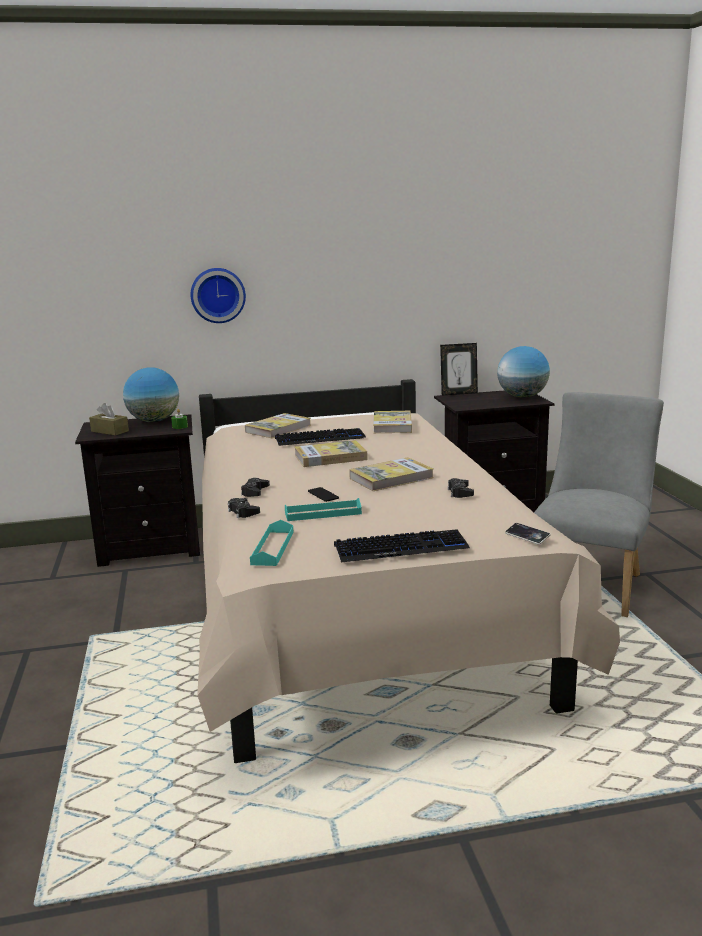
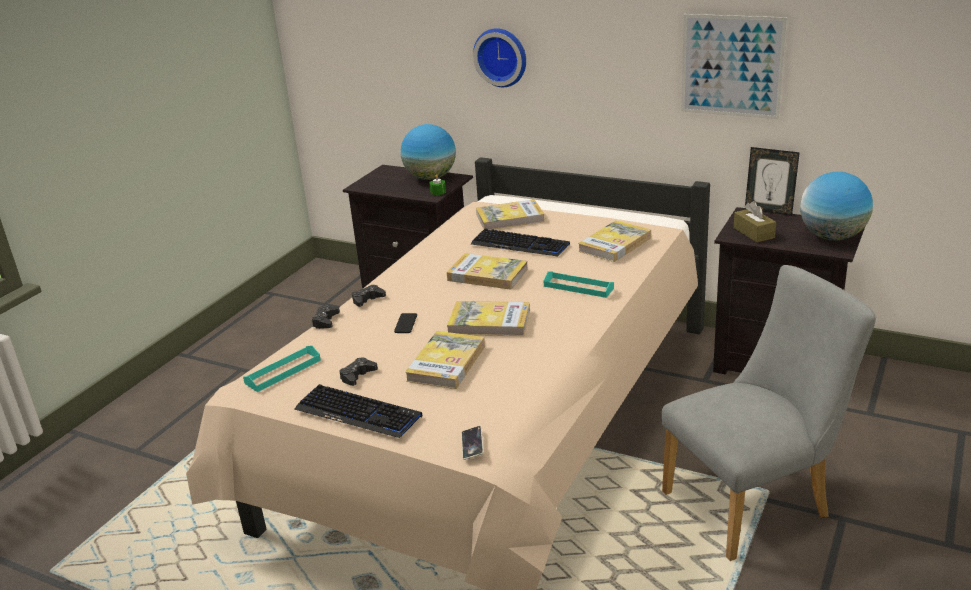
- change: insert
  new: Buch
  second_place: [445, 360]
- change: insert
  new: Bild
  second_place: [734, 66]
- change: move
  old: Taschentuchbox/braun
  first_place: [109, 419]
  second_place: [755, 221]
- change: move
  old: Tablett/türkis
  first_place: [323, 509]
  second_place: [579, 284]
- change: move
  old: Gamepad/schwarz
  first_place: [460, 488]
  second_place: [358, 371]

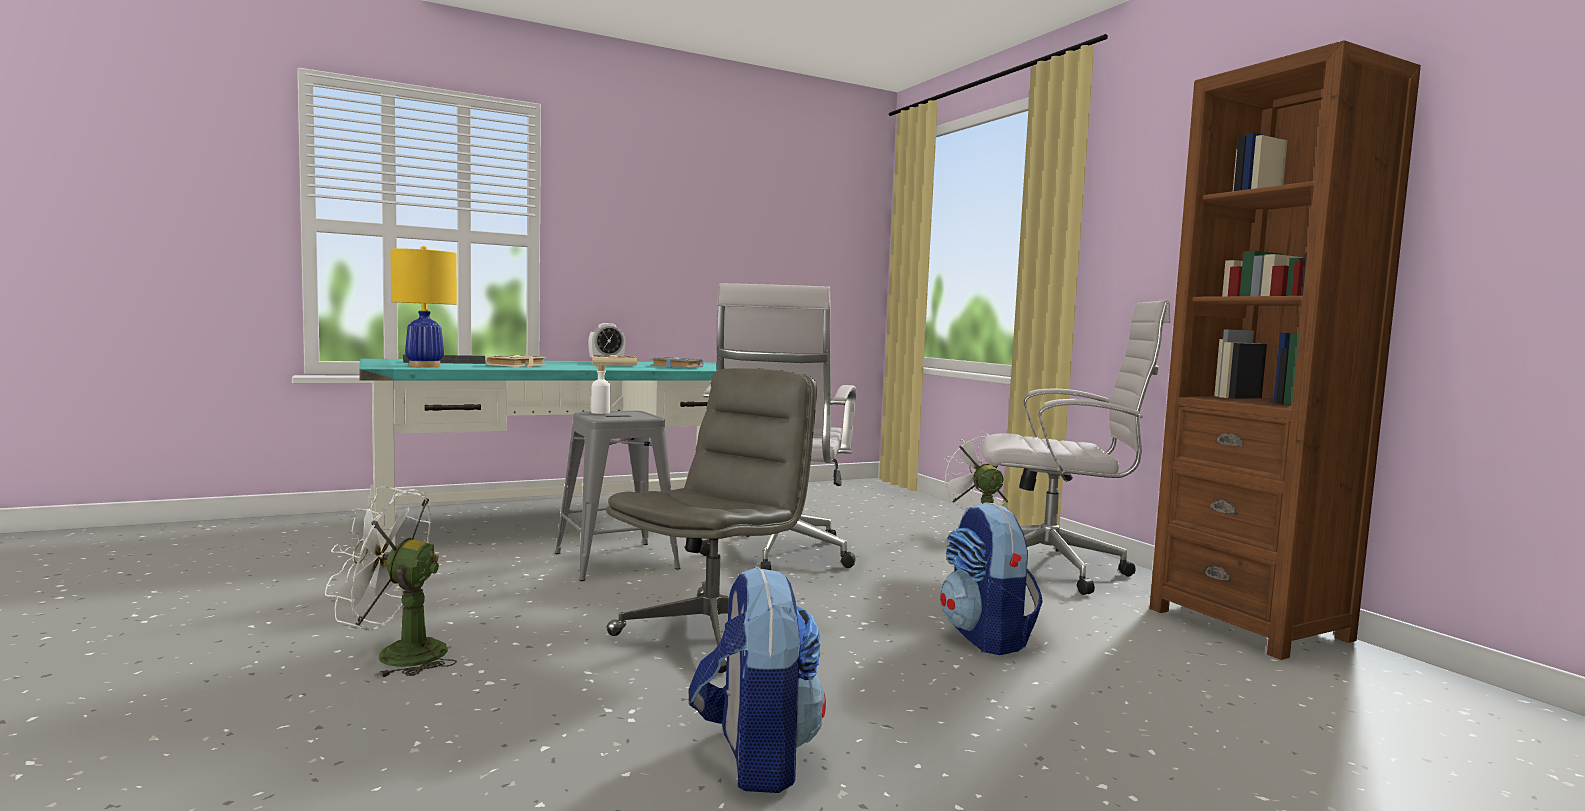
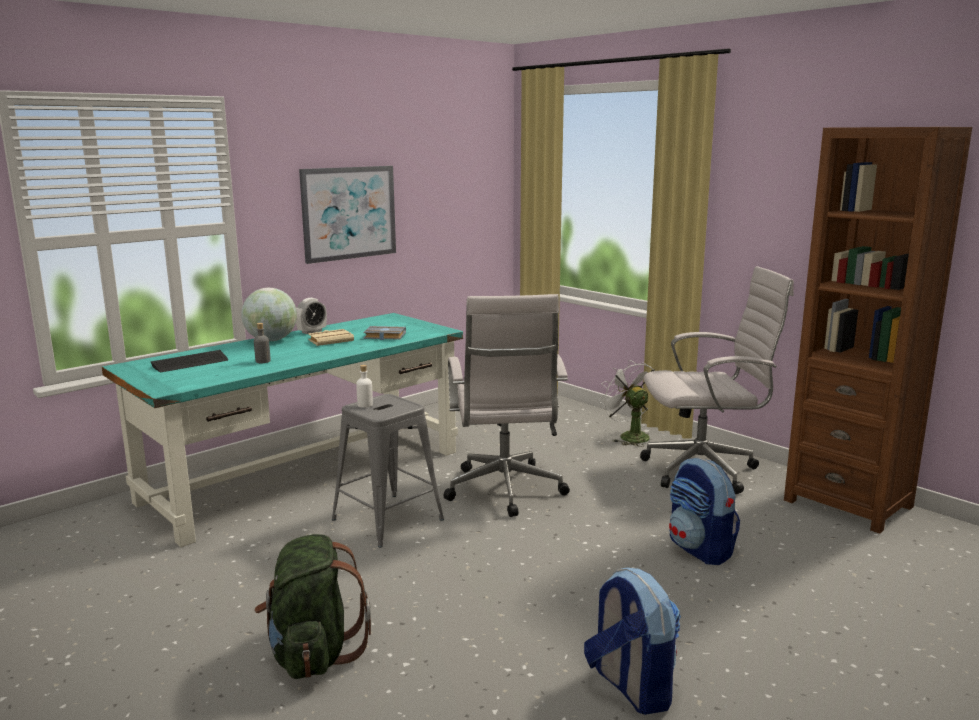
- change: delete
  old: Tischlampe/gelb
  first_place: [423, 306]
- change: delete
  old: Bürostuhl/grau
  first_place: [711, 520]
- change: insert
  new: Globus
  second_place: [269, 314]
- change: insert
  new: Bild
  second_place: [347, 215]
- change: replace
  old: Ventilator/weiß
  new: Rucksack/grün
  first_place: [391, 582]
  second_place: [313, 606]
- change: replace
  old: Buch/beige
  new: Flasche/grau
  first_place: [516, 361]
  second_place: [262, 343]

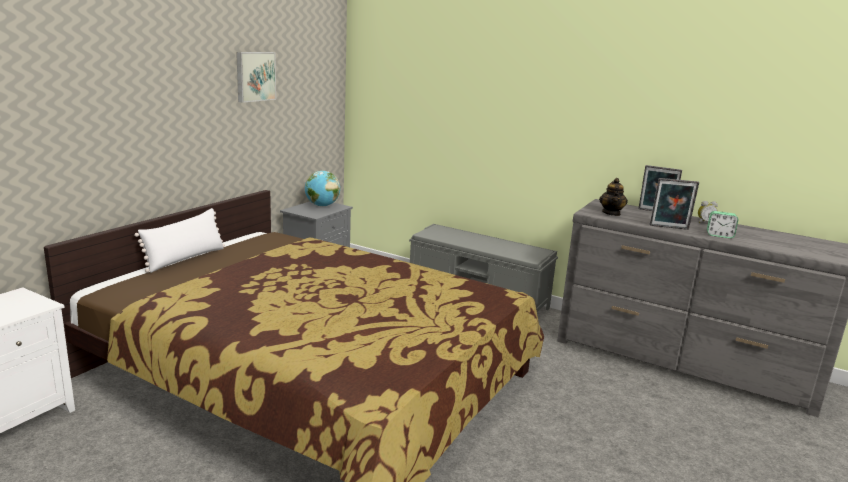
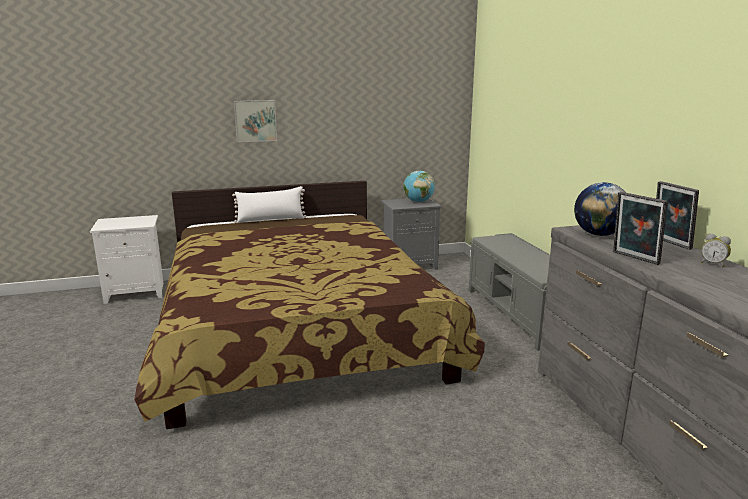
- change: delete
  old: Wecker
  first_place: [723, 224]
- change: move
  old: Bild
  first_place: [256, 77]
  second_place: [255, 121]
- change: replace
  old: Teekanne
  new: Globus
  first_place: [613, 197]
  second_place: [600, 209]

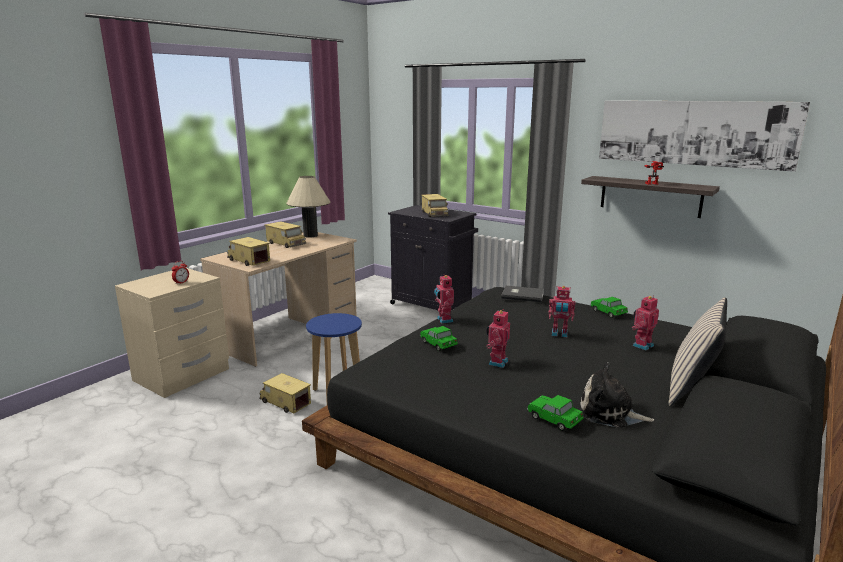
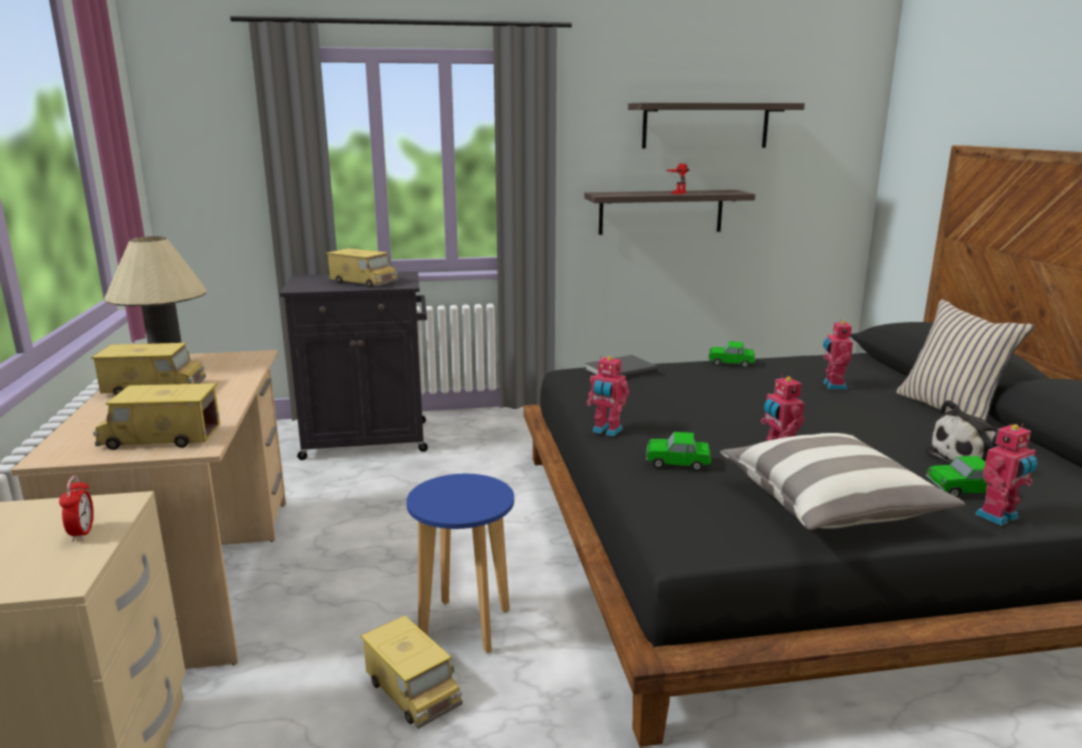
- change: insert
  new: Kissen
  second_place: [843, 481]
- change: move
  old: Spielzeugroboter
  first_place: [562, 311]
  second_place: [1006, 475]
- change: replace
  old: Bild
  new: Wandregal
  first_place: [704, 136]
  second_place: [716, 126]
- change: rotate
  old: Spielzeuglaster
  first_place: [285, 393]
  second_place: [412, 672]
  degrees: -120

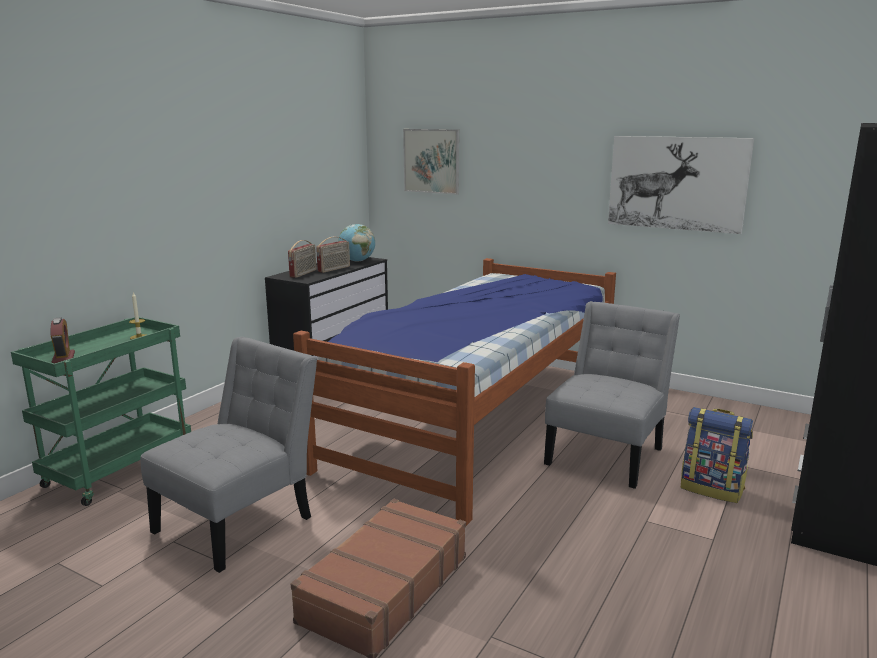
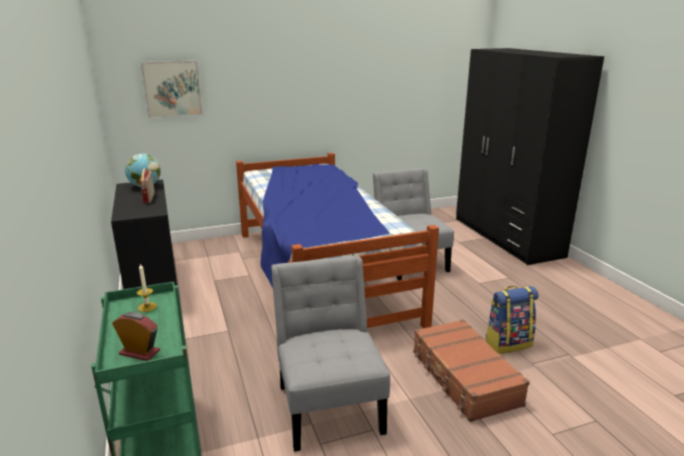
- change: delete
  old: Radio
  first_place: [302, 259]
- change: delete
  old: Bild
  first_place: [681, 185]
- change: move
  old: Rucksack
  first_place: [717, 455]
  second_place: [511, 320]

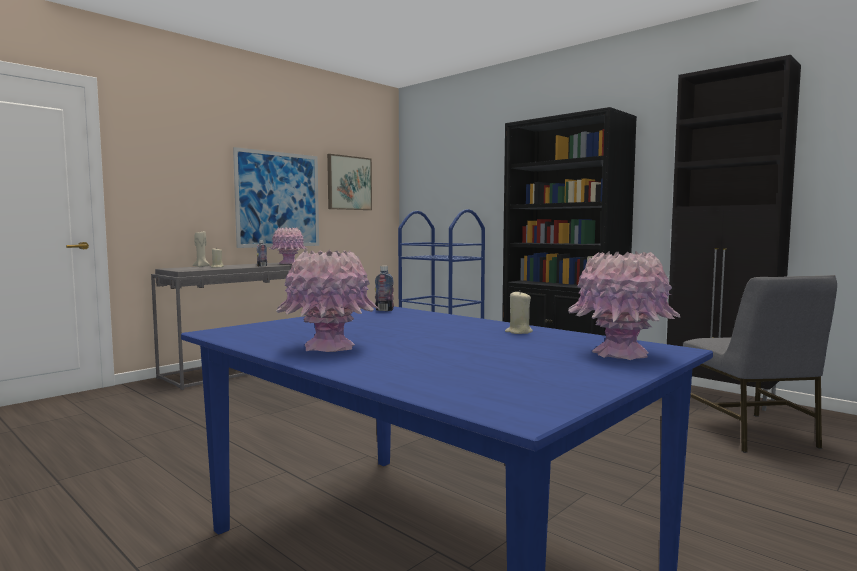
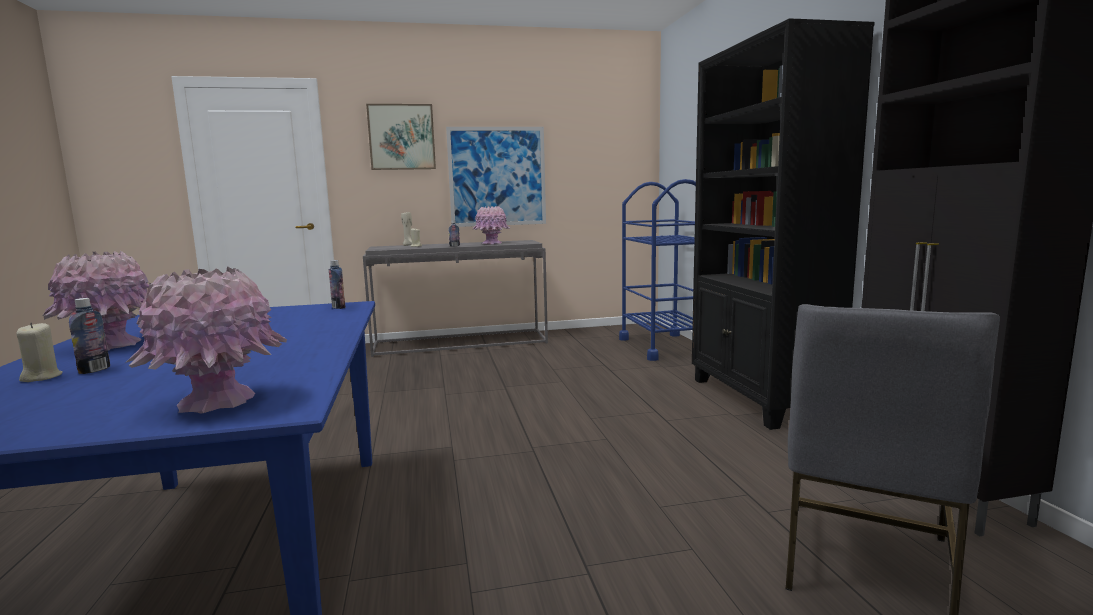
- change: insert
  new: Flasche
  second_place: [89, 336]
- change: move
  old: Bild
  first_place: [349, 182]
  second_place: [401, 137]
- change: move
  old: Kerze/beige
  first_place: [519, 312]
  second_place: [39, 352]

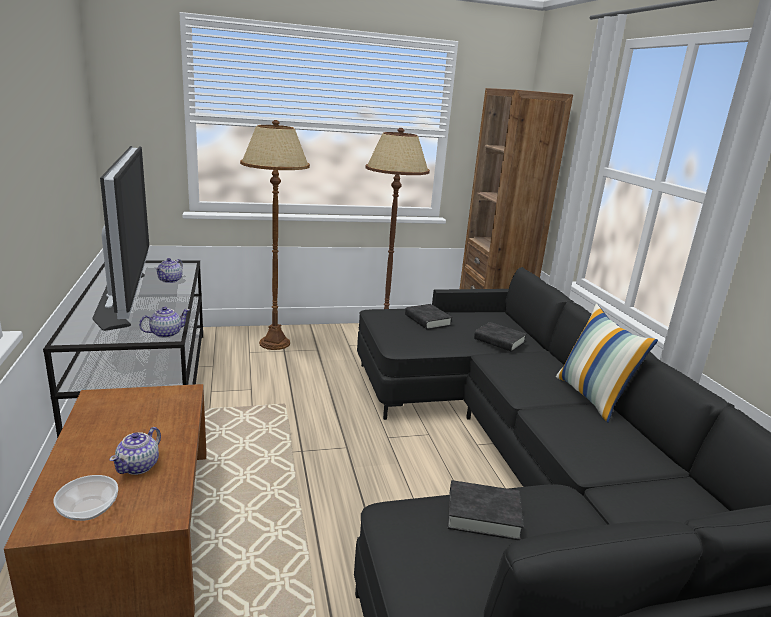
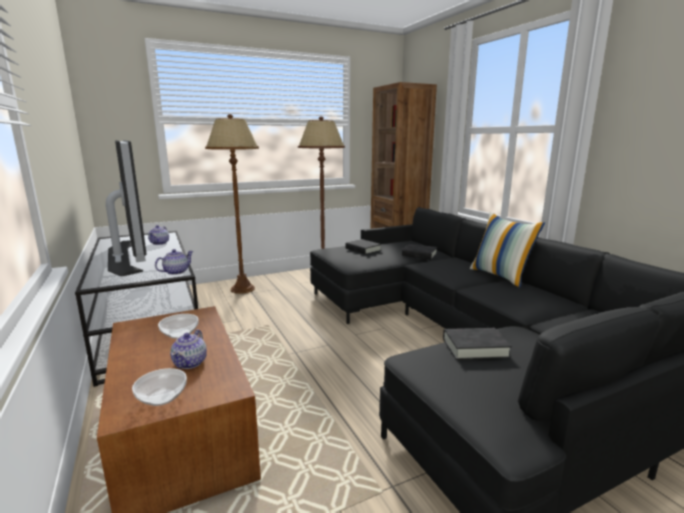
- change: insert
  new: Schüssel
  second_place: [178, 326]

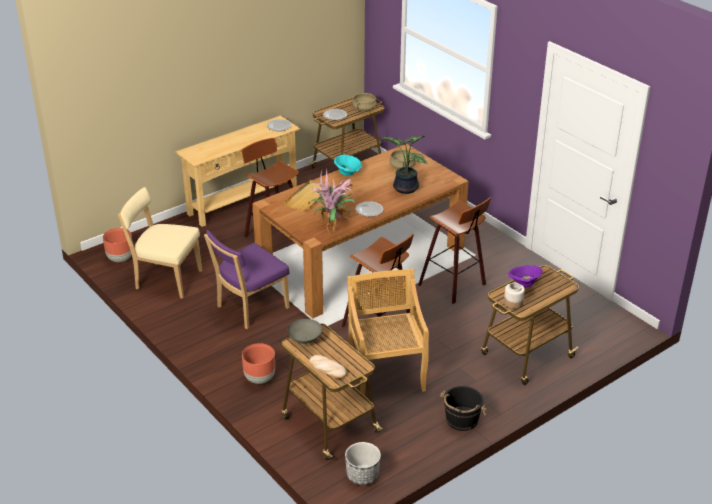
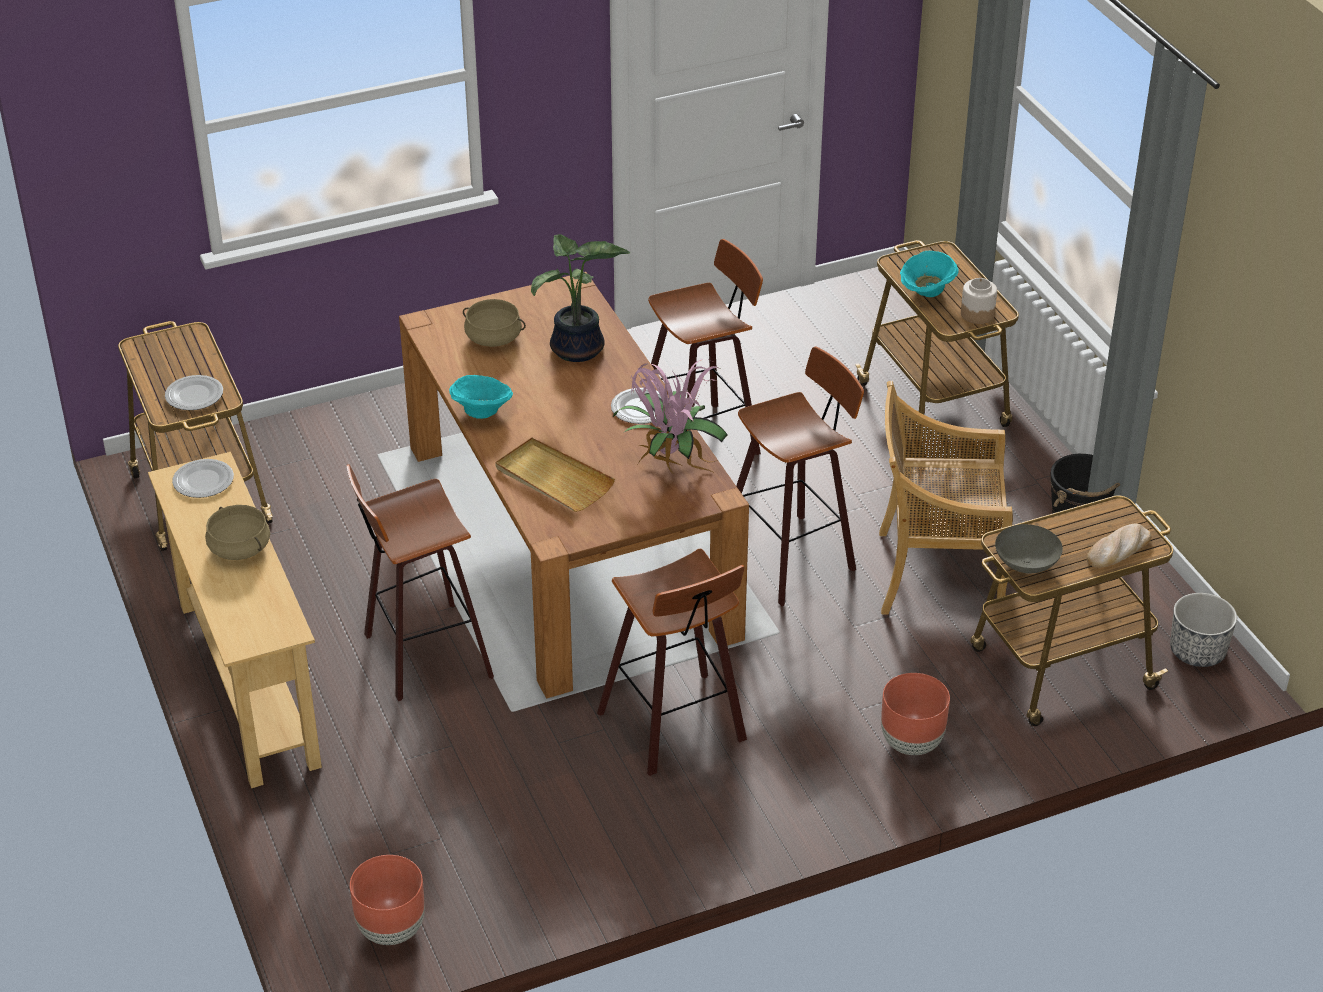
- change: delete
  old: Stuhl/beige
  first_place: [160, 243]
- change: move
  old: Kochtopf/beige
  first_place: [364, 102]
  second_place: [237, 532]
- change: replace
  old: Stuhl/lila
  new: Hocker
  first_place: [247, 279]
  second_place: [672, 662]
- change: recolor
  old: Schüssel/lila
  new: Schüssel/türkis
  first_place: [525, 276]
  second_place: [929, 274]

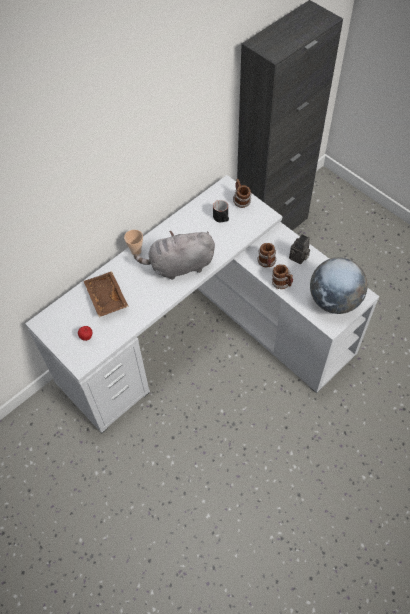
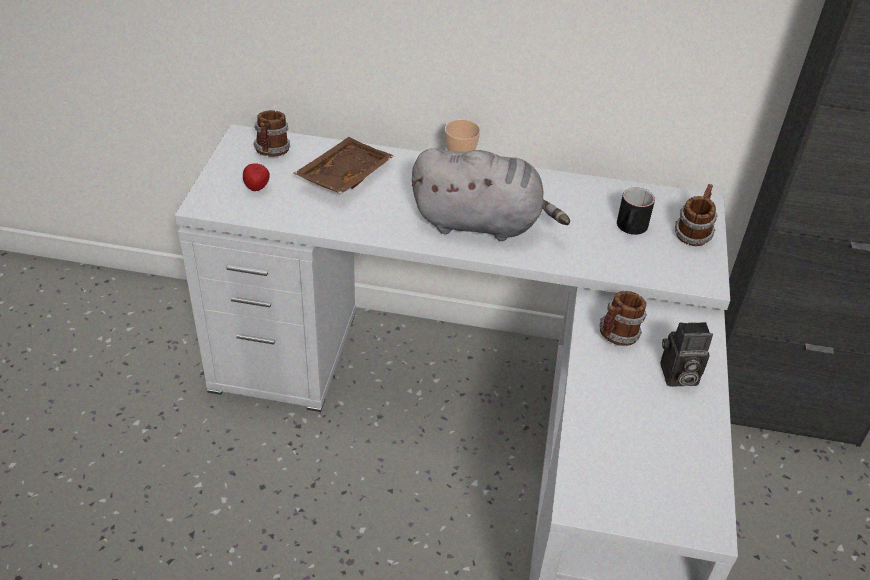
- change: delete
  old: Globus
  first_place: [339, 286]
- change: move
  old: Henkelbecher
  first_place: [282, 276]
  second_place: [271, 133]
- change: rotate
  old: Plüschtier/grau
  first_place: [174, 255]
  second_place: [491, 195]
  degrees: 150

